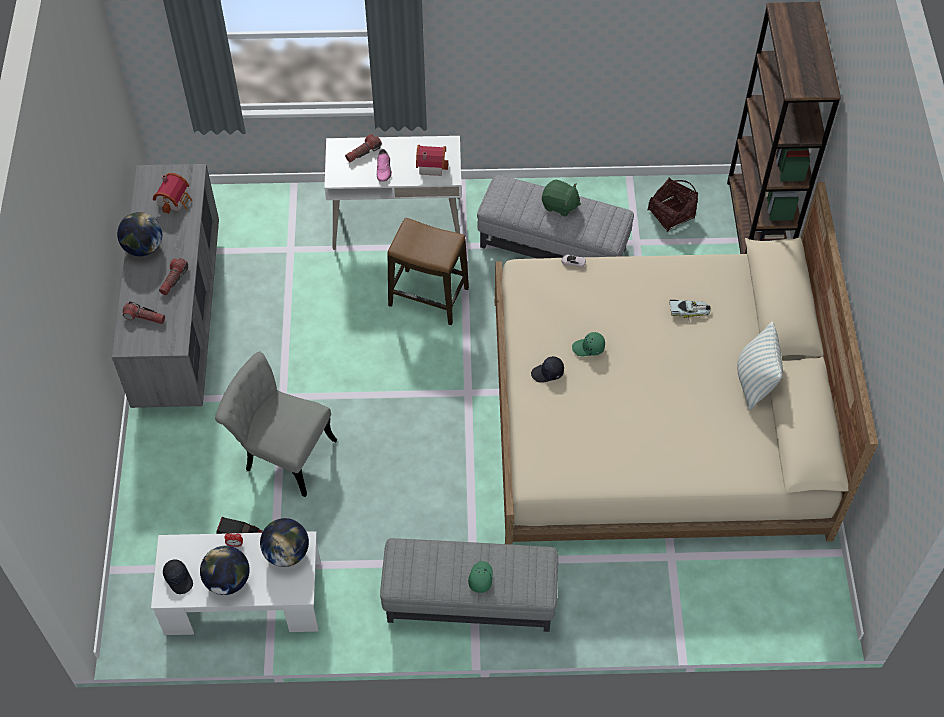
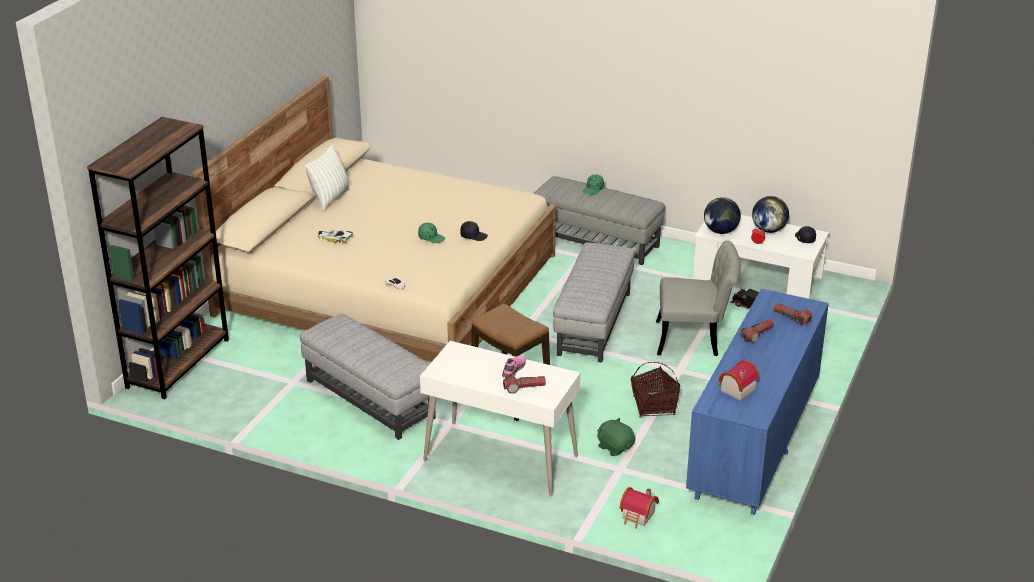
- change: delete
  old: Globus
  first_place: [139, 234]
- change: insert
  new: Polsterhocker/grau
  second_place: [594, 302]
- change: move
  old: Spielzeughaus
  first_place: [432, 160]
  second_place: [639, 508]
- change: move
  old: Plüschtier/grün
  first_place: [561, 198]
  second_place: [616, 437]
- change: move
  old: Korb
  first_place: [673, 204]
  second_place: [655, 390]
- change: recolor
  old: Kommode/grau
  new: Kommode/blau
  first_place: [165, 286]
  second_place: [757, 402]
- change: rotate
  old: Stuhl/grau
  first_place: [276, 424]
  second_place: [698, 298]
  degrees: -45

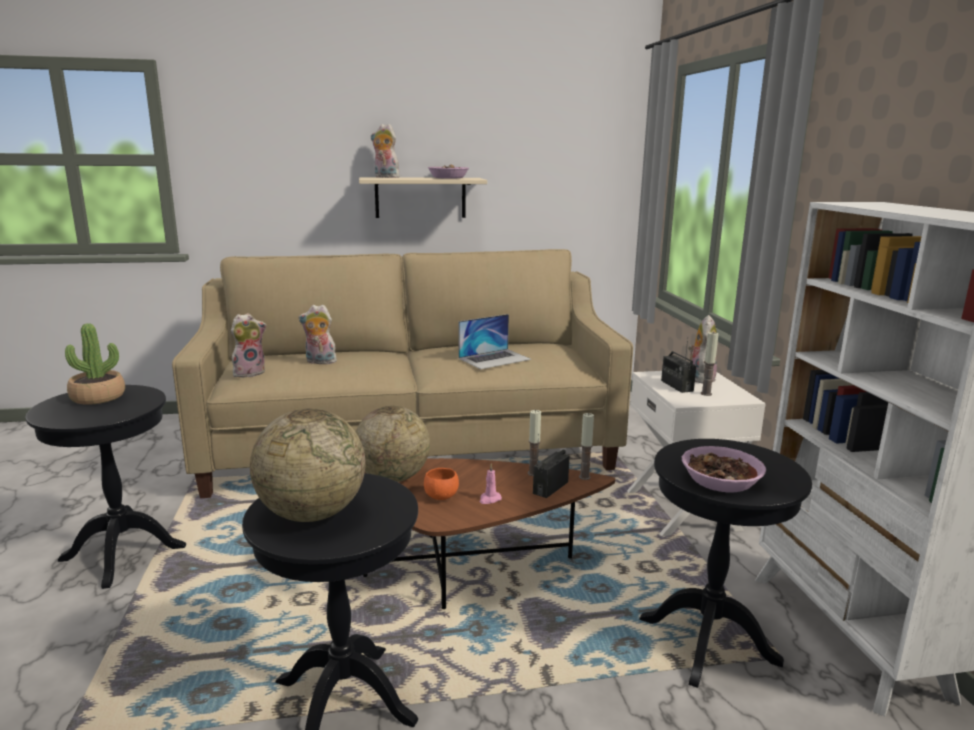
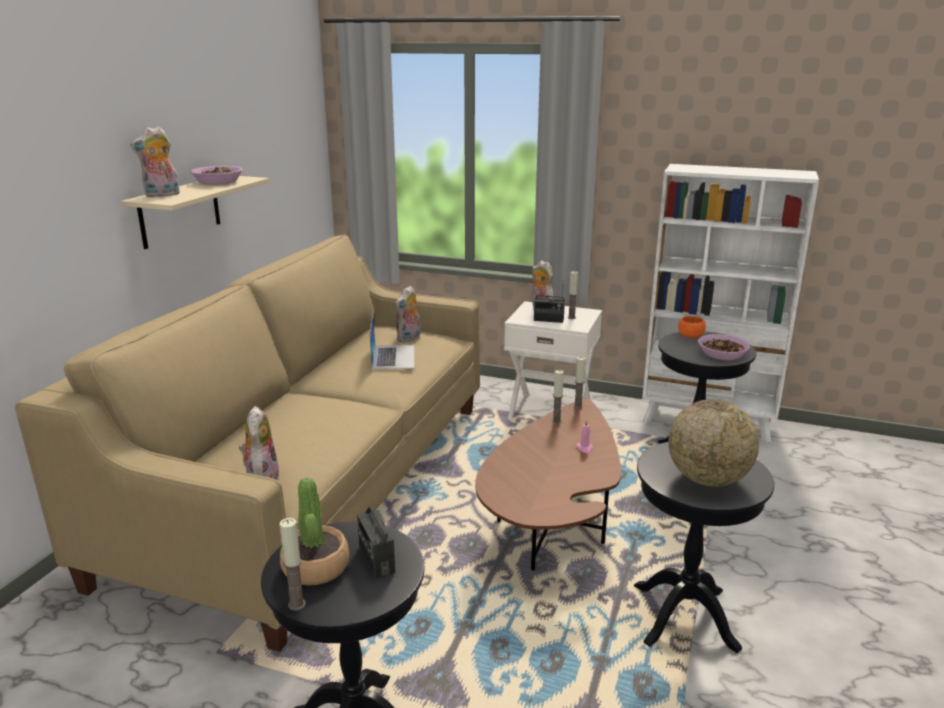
- change: delete
  old: Globus
  first_place: [393, 444]
- change: insert
  new: Kerze
  second_place: [292, 564]
- change: move
  old: Plüschtier
  first_place: [317, 334]
  second_place: [407, 314]
- change: move
  old: Schüssel/orange
  first_place: [441, 484]
  second_place: [692, 327]
- change: move
  old: Radio
  first_place: [551, 466]
  second_place: [376, 541]

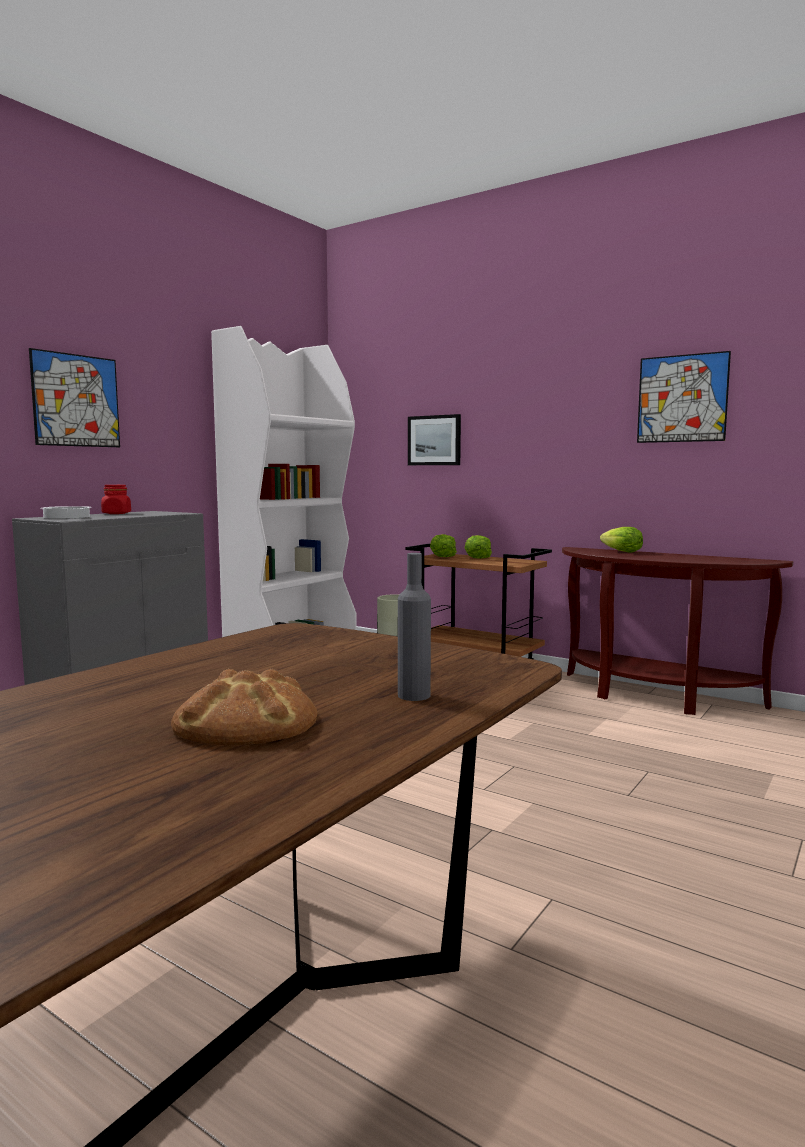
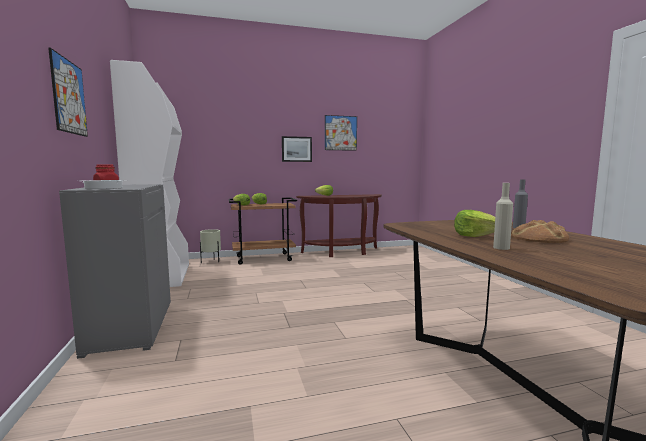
- change: insert
  new: Salatkopf
  second_place: [474, 223]
- change: insert
  new: Flasche/beige
  second_place: [503, 216]
- change: move
  old: Bild
  first_place: [434, 439]
  second_place: [297, 149]

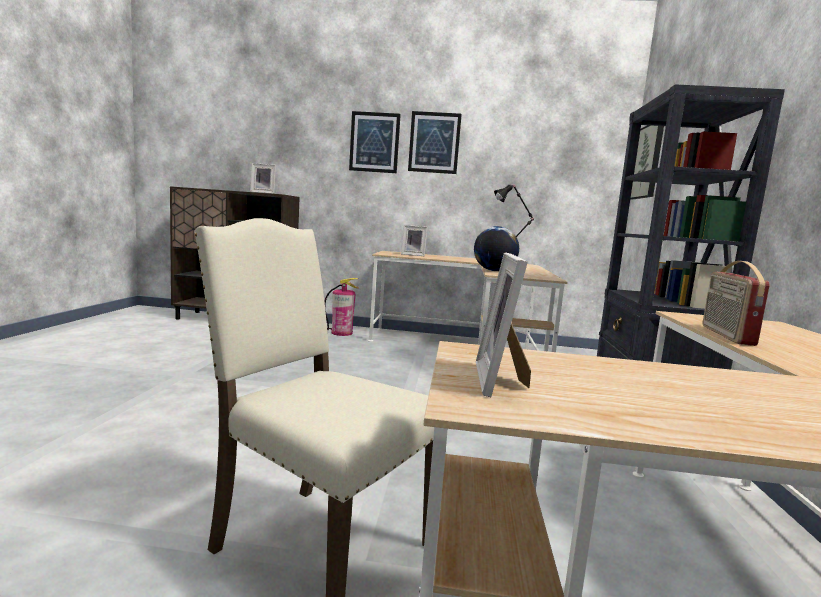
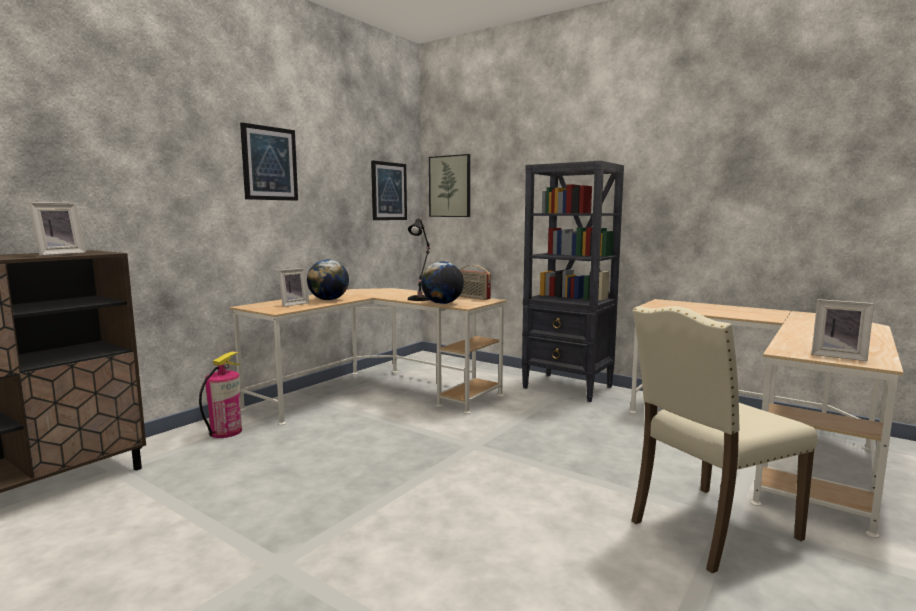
- change: insert
  new: Globus
  second_place: [328, 279]
- change: move
  old: Bild
  first_place: [375, 142]
  second_place: [389, 190]
- change: move
  old: Radio
  first_place: [736, 303]
  second_place: [475, 282]

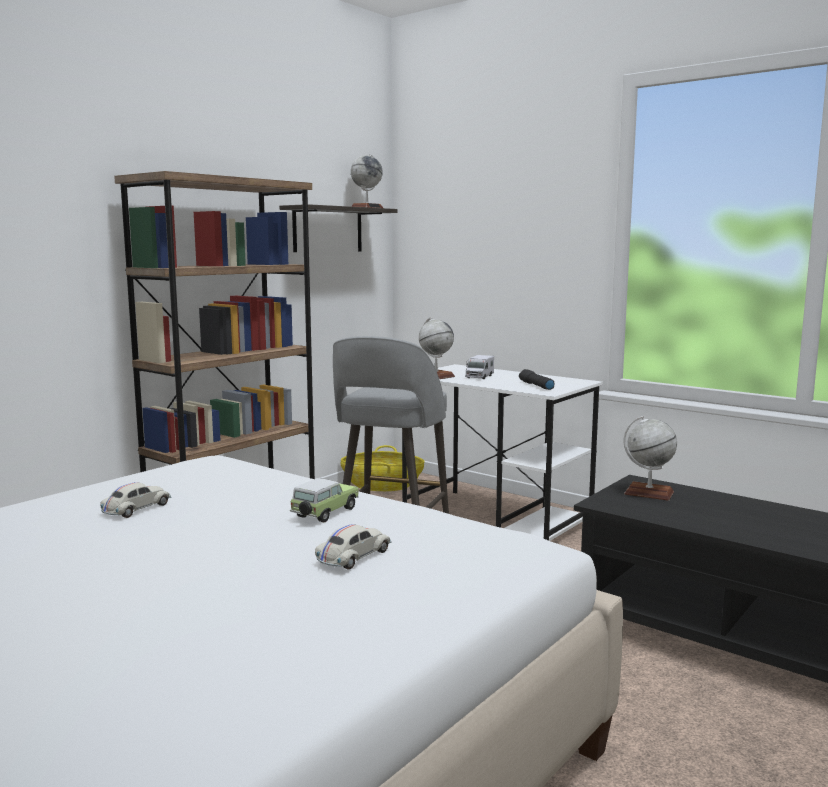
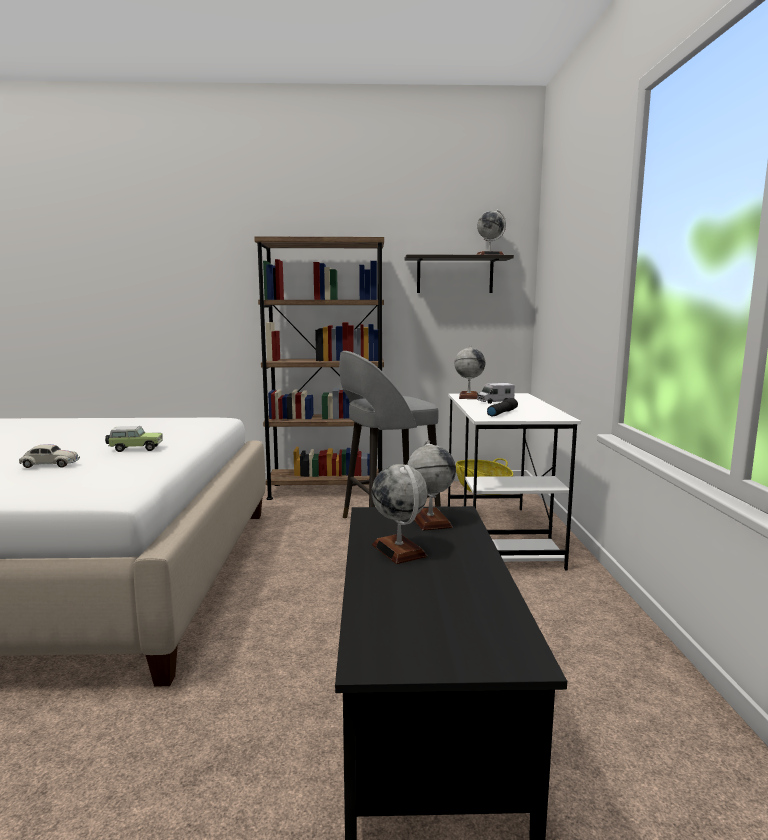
- change: delete
  old: Spielzeugauto/weiß
  first_place: [136, 500]
- change: insert
  new: Globus
  second_place: [399, 514]

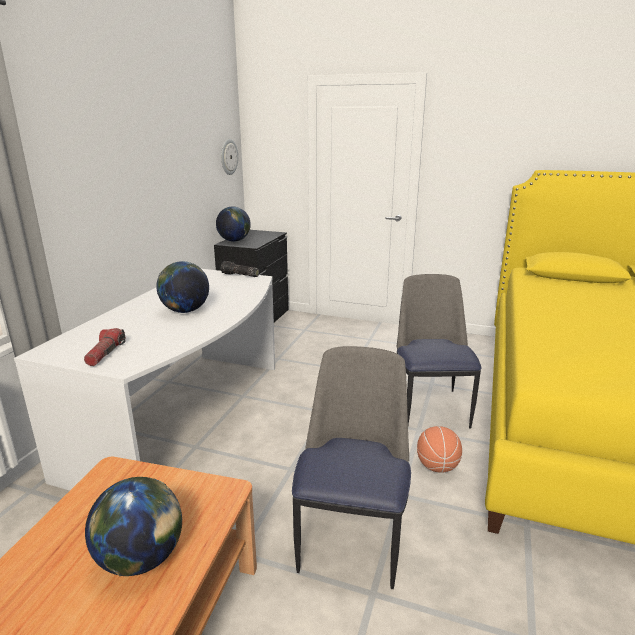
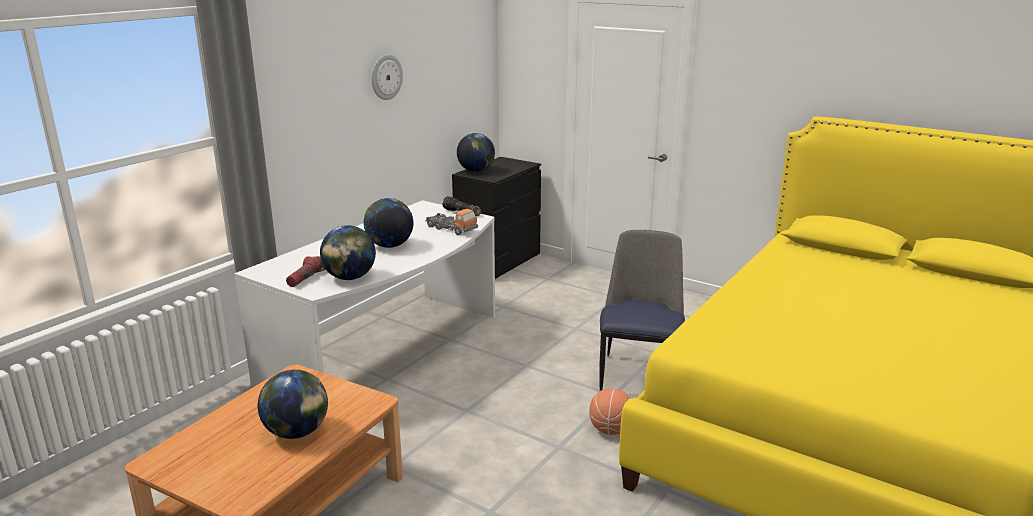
- change: delete
  old: Stuhl
  first_place: [351, 467]
- change: insert
  new: Globus
  second_place: [348, 252]
- change: insert
  new: Spielzeuglaster
  second_place: [451, 222]
- change: move
  old: Wanduhr
  first_place: [229, 157]
  second_place: [387, 77]

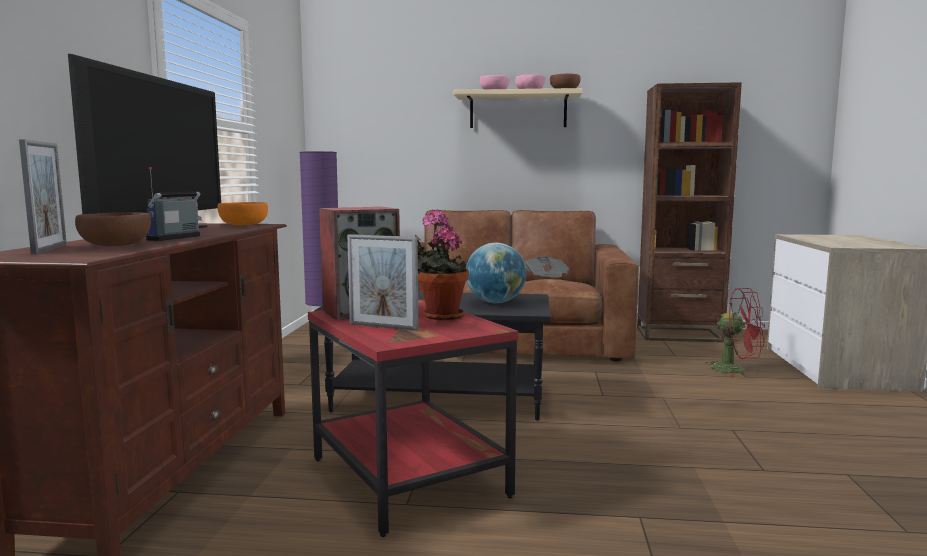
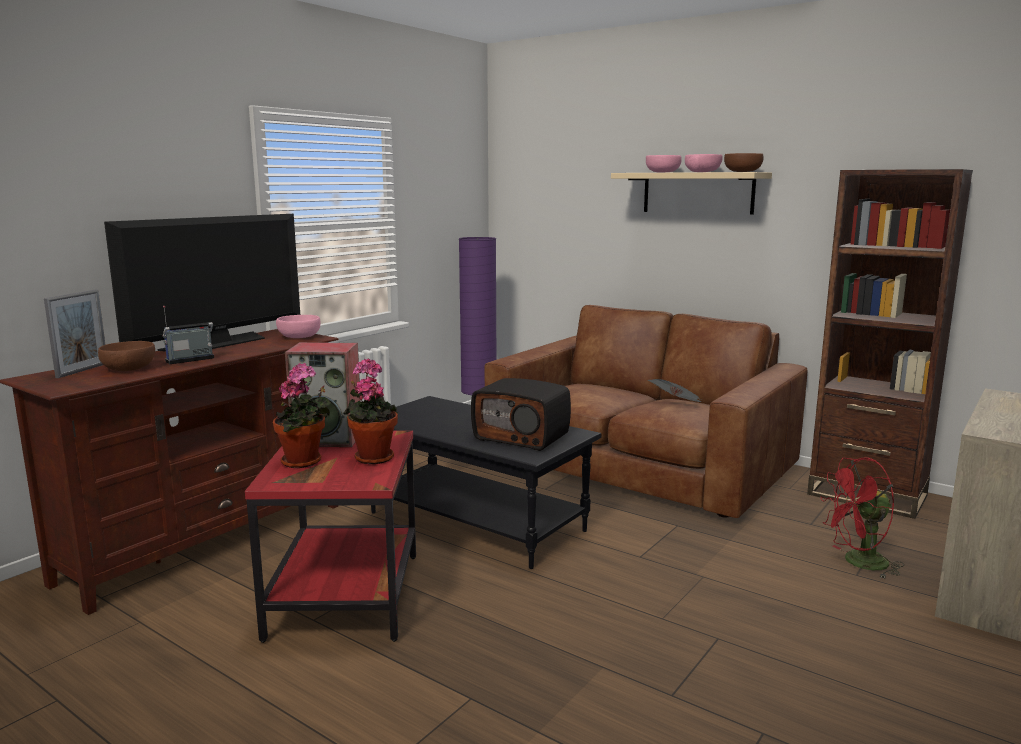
- change: replace
  old: Bilderrahmen
  new: Topfpflanze
  first_place: [383, 282]
  second_place: [302, 415]
- change: replace
  old: Globus
  new: Radio
  first_place: [496, 273]
  second_place: [521, 414]
- change: recolor
  old: Schüssel/orange
  new: Schüssel/rosa
  first_place: [243, 213]
  second_place: [298, 326]
- change: rotate
  old: Ventilator/rot
  first_place: [735, 333]
  second_place: [862, 518]
  degrees: 105

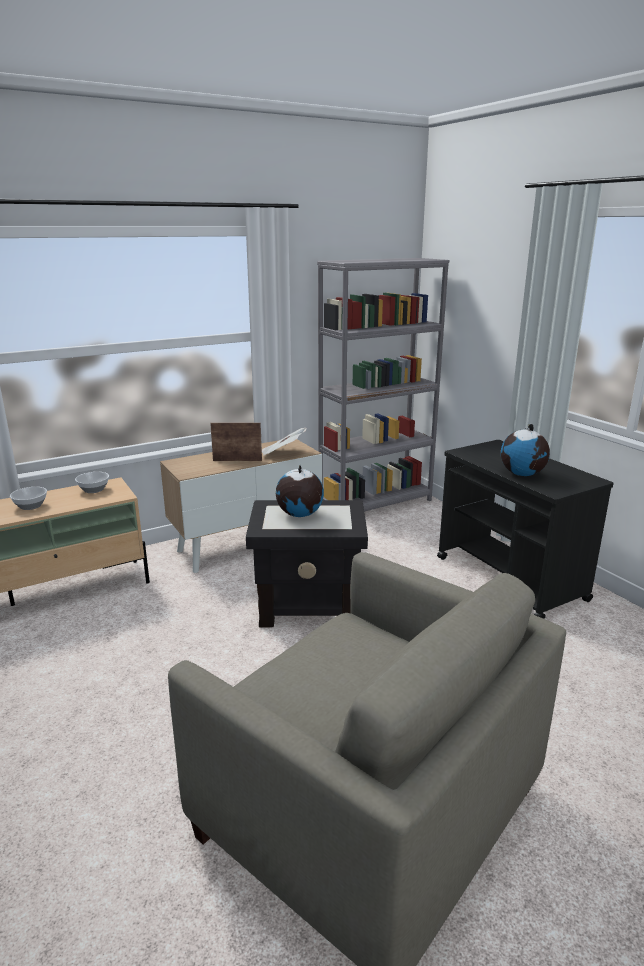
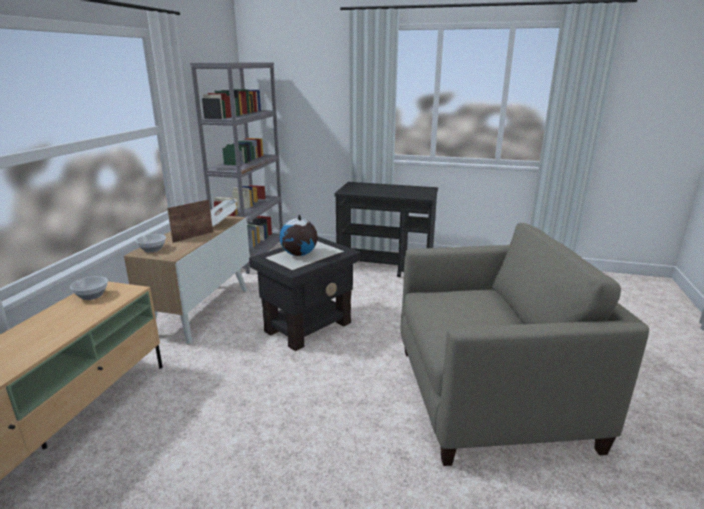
- change: delete
  old: Globus
  first_place: [525, 450]
- change: move
  old: Schüssel
  first_place: [28, 498]
  second_place: [151, 243]

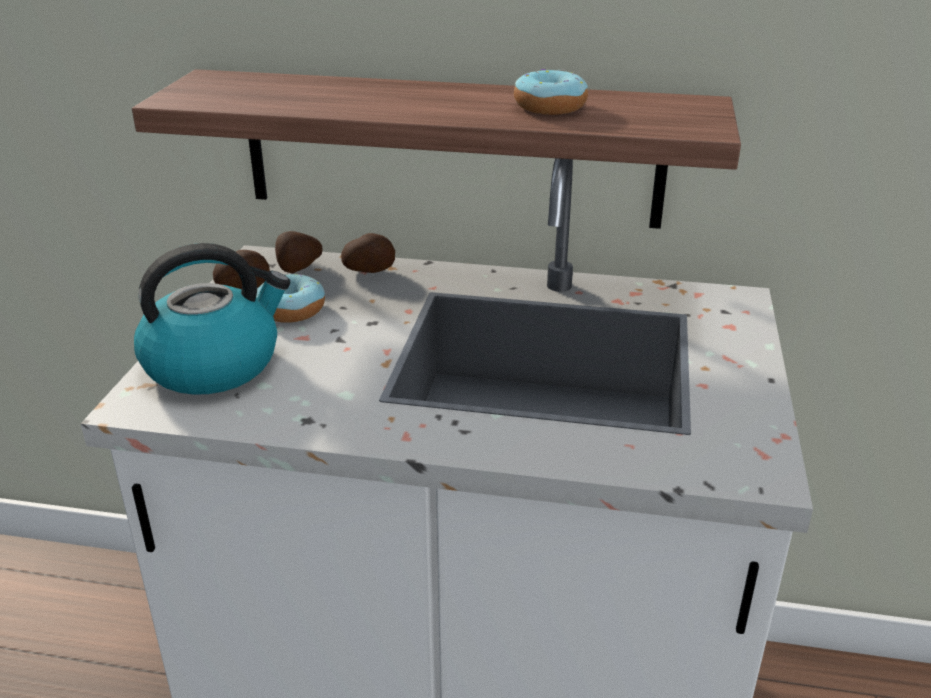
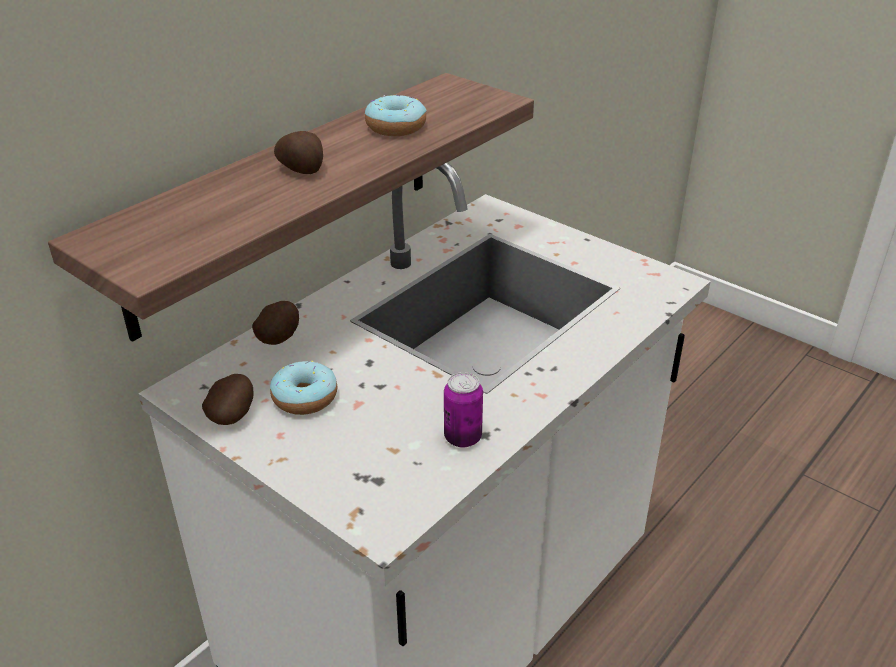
- change: delete
  old: Wasserkessel
  first_place: [212, 319]
- change: insert
  new: Dose
  second_place: [463, 410]
- change: move
  old: Kartoffel
  first_place: [299, 252]
  second_place: [298, 152]

